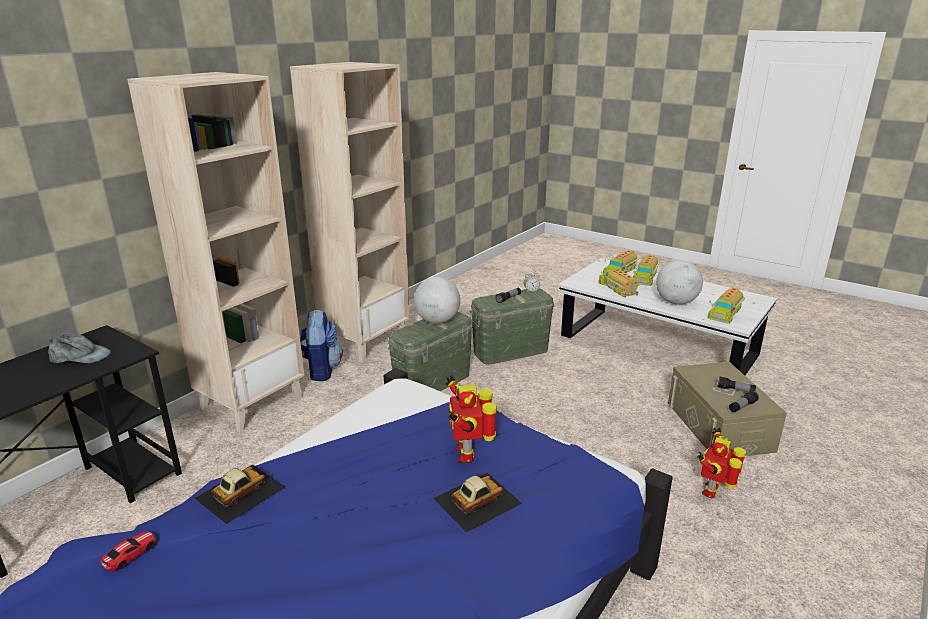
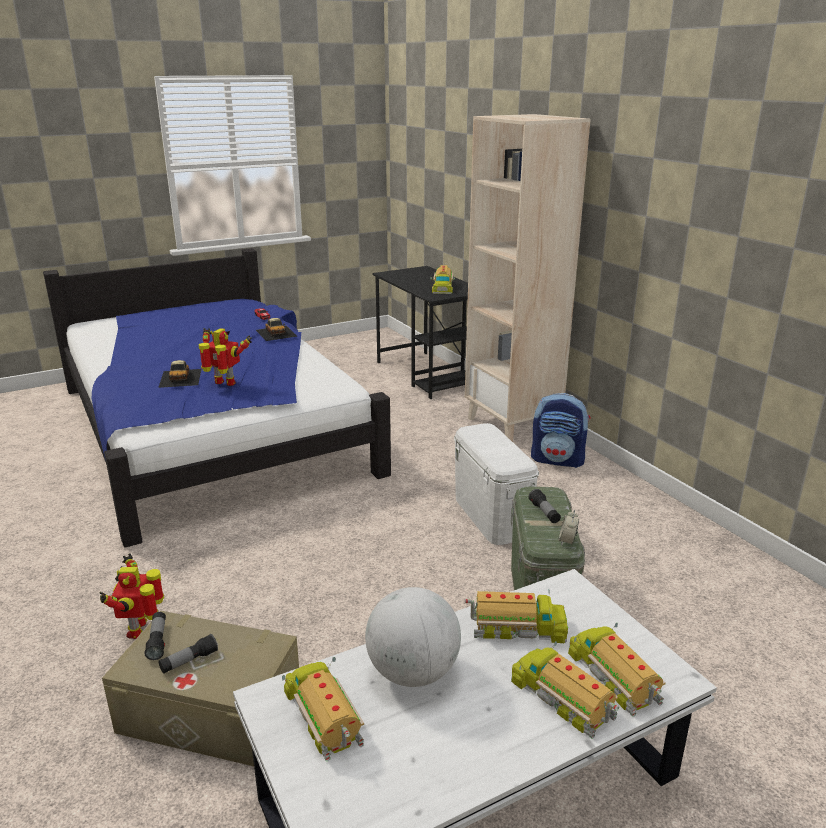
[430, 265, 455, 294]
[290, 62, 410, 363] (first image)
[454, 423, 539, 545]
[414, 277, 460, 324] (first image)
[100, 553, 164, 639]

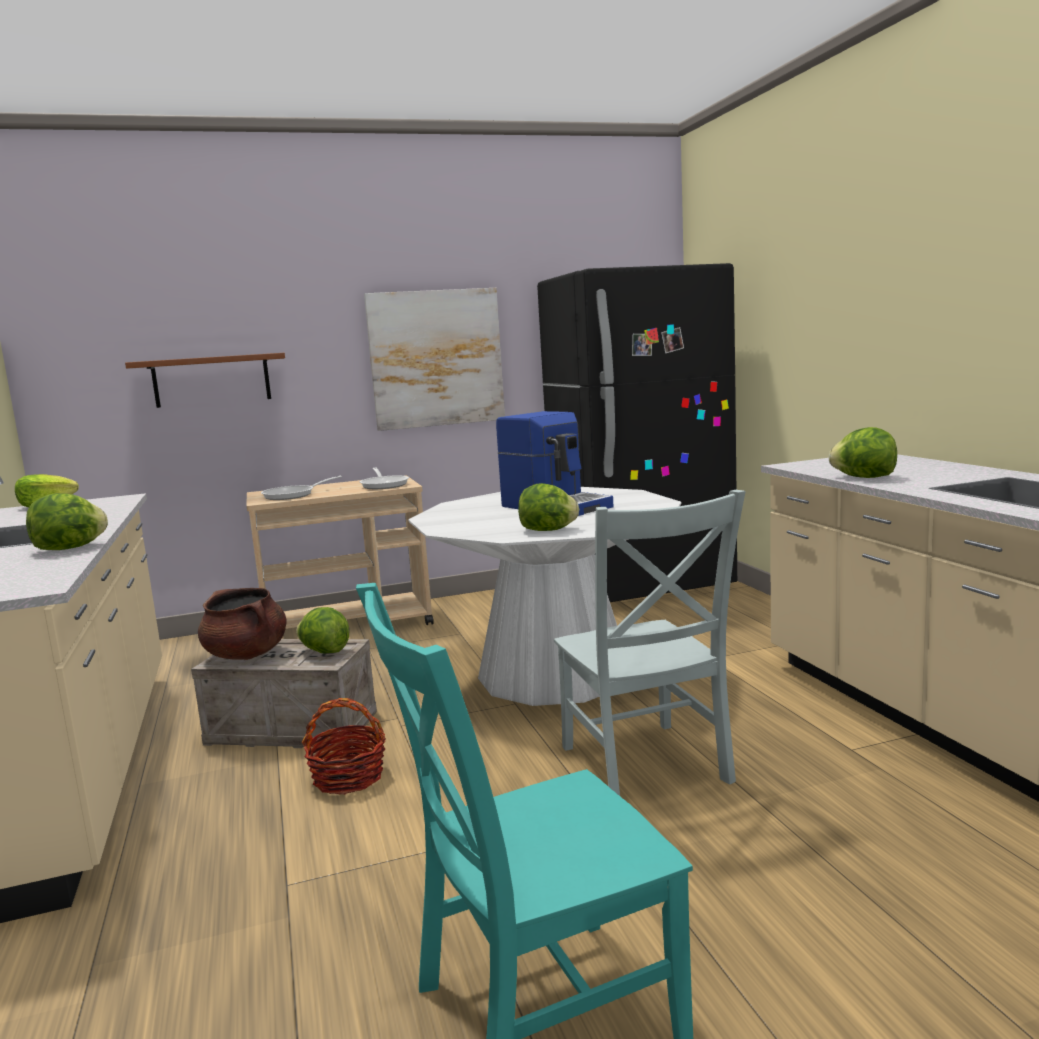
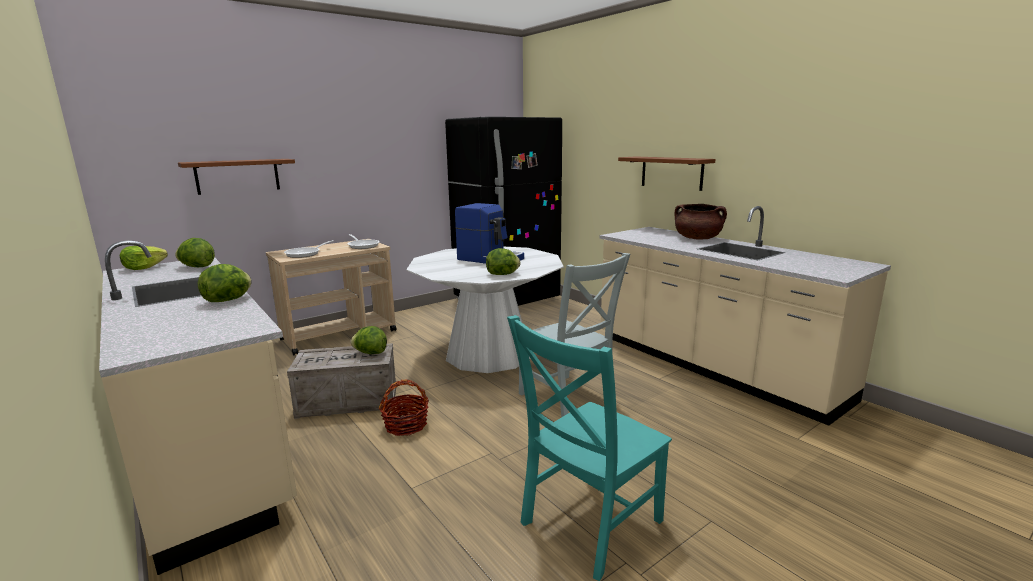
[675, 204, 727, 239]
[364, 288, 505, 431] (first image)
[175, 238, 215, 267]
[618, 156, 716, 191]

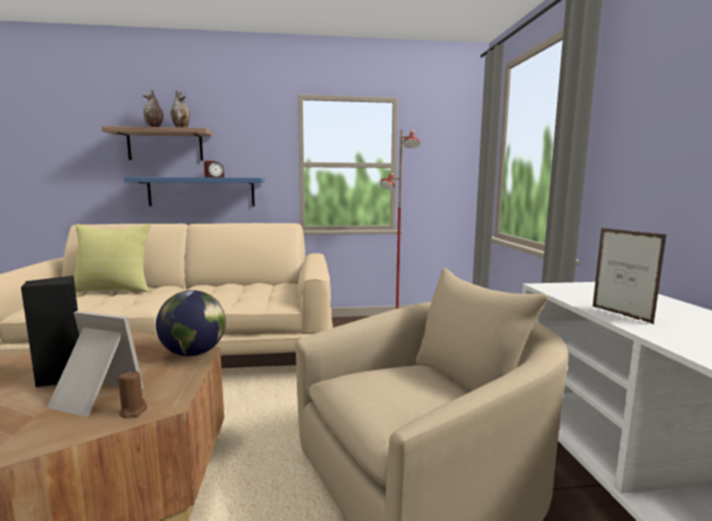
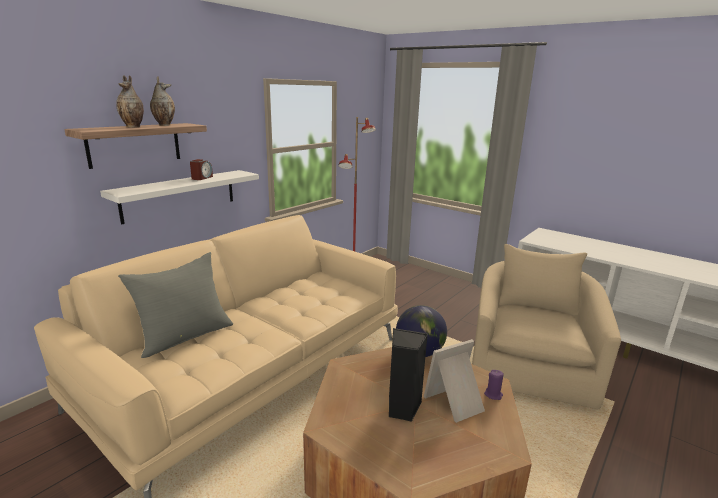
[118, 252, 233, 358]
[484, 370, 504, 400]
[100, 170, 259, 224]
[593, 228, 667, 324] (first image)

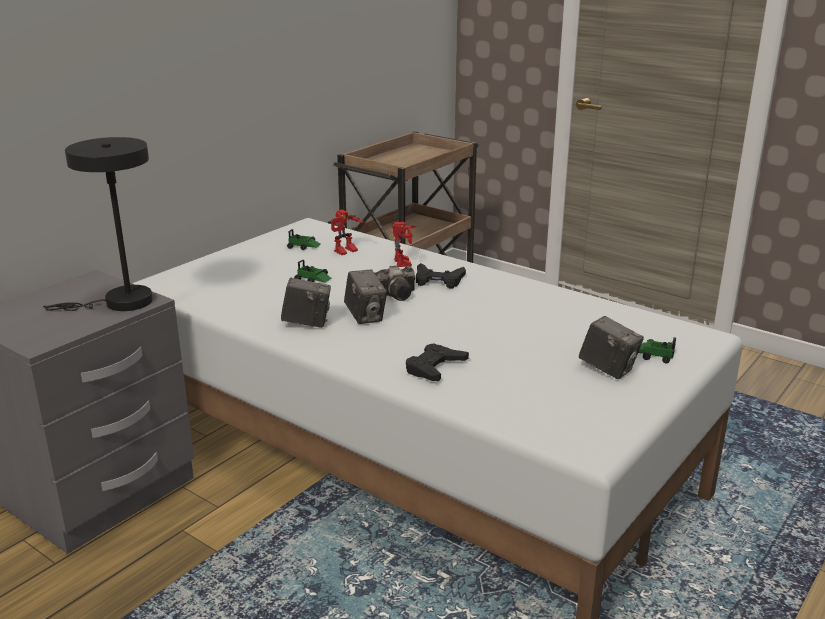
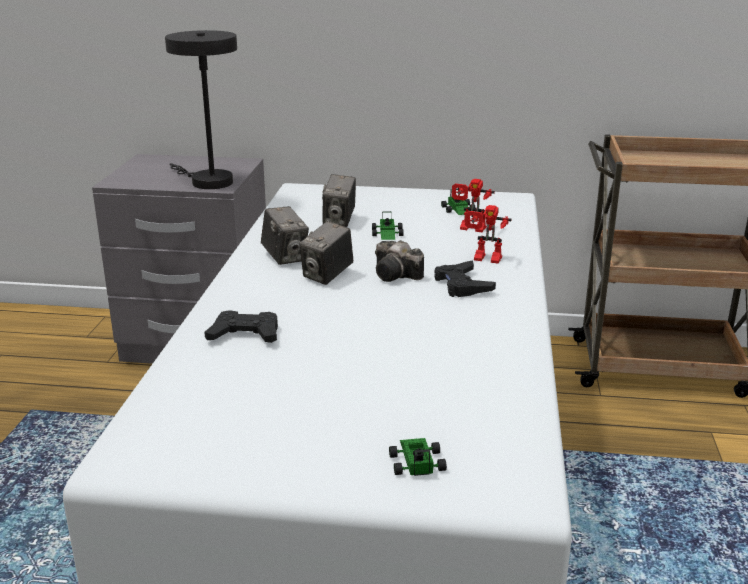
[465, 205, 512, 264]
[322, 174, 356, 227]

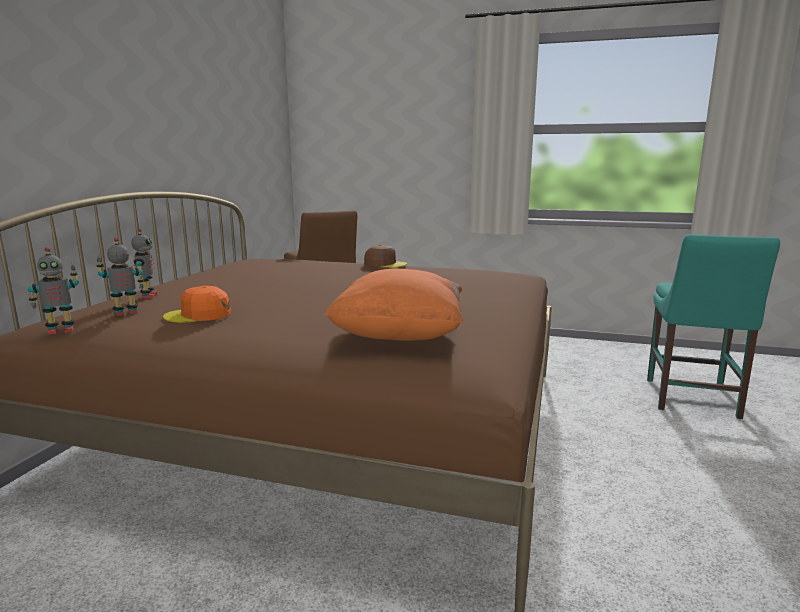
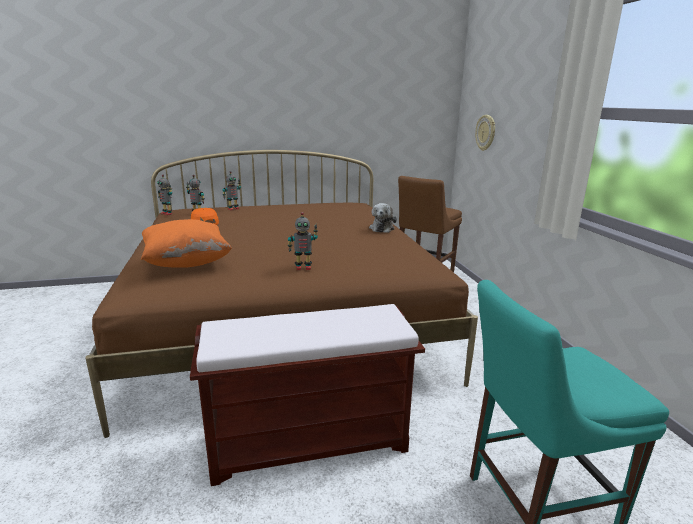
[369, 203, 397, 233]
[190, 304, 425, 486]
[288, 212, 318, 270]
[475, 115, 495, 151]

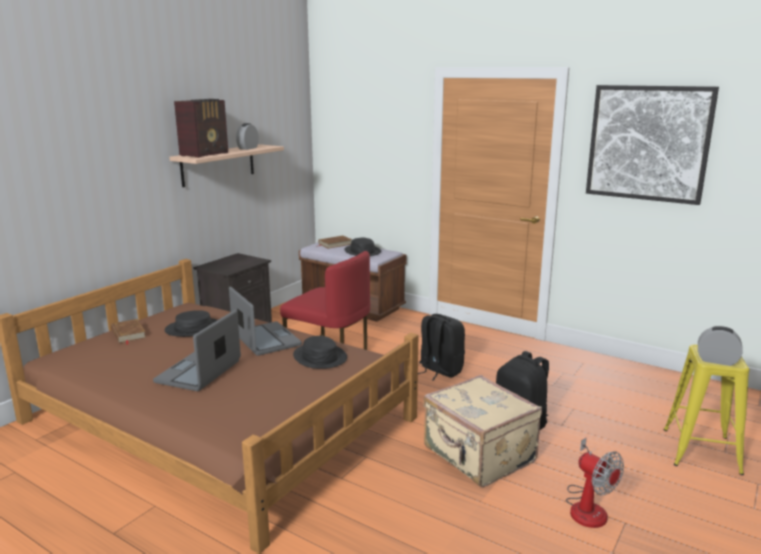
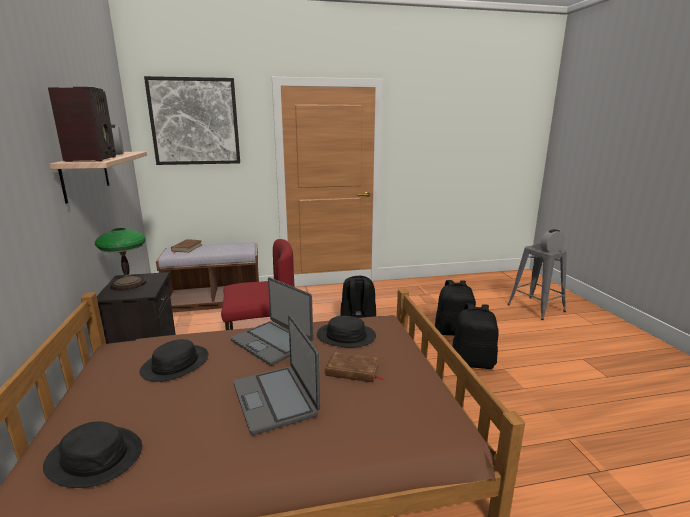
[326, 352, 383, 382]
[231, 277, 313, 366]
[43, 421, 142, 488]
[452, 303, 499, 369]
[566, 437, 624, 528] (first image)
[144, 76, 240, 165]
[507, 244, 567, 320]
[95, 228, 146, 291]

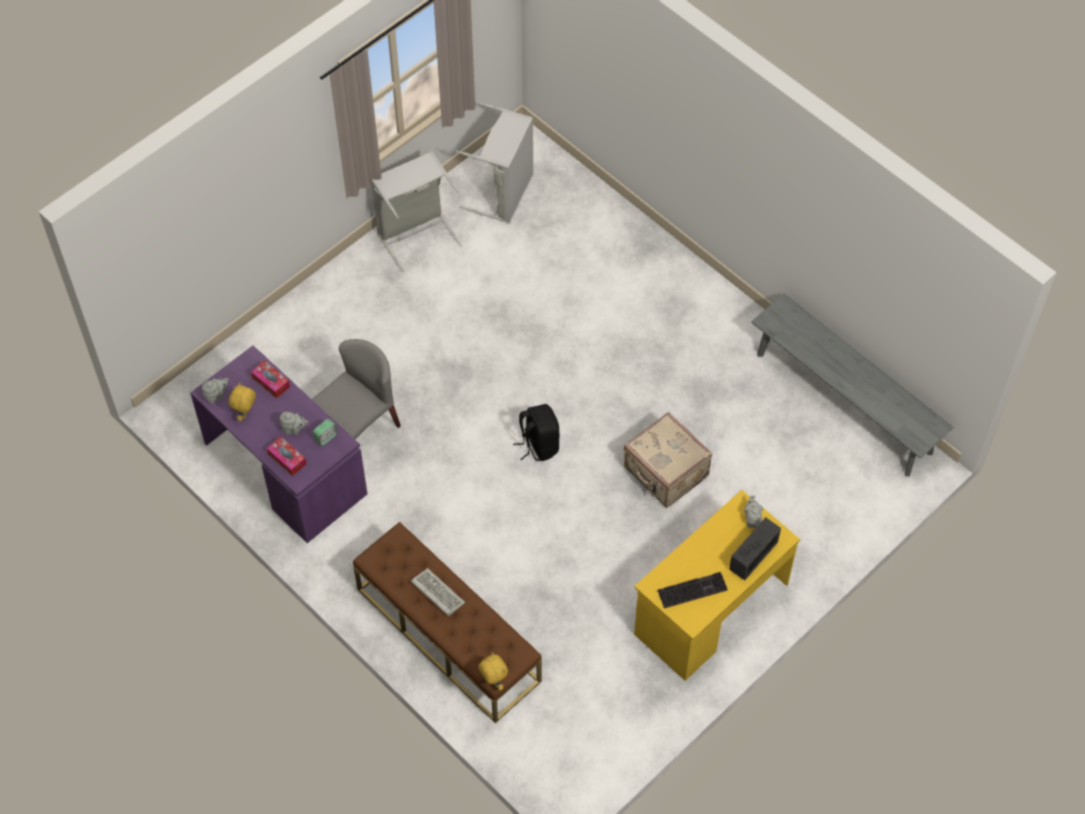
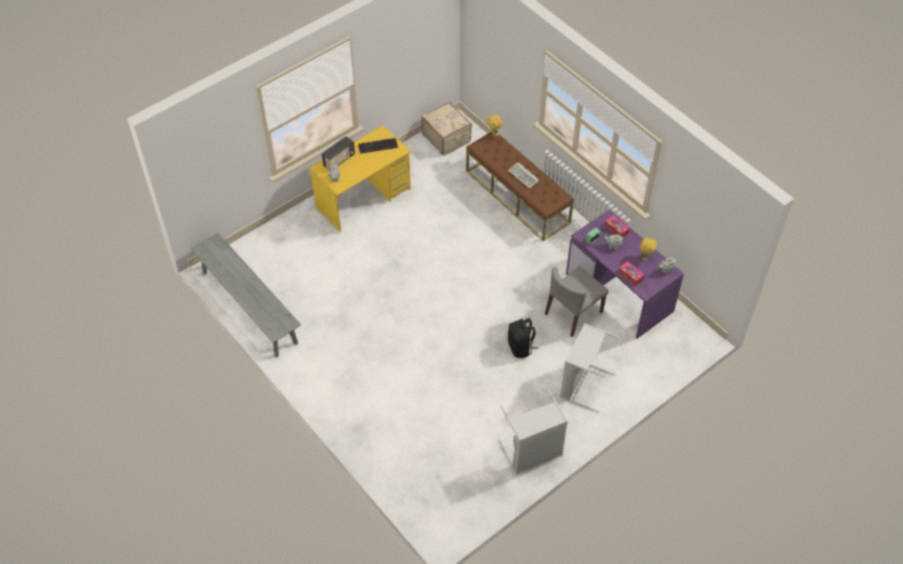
[560, 323, 623, 412]
[508, 318, 538, 358]
[422, 102, 472, 156]

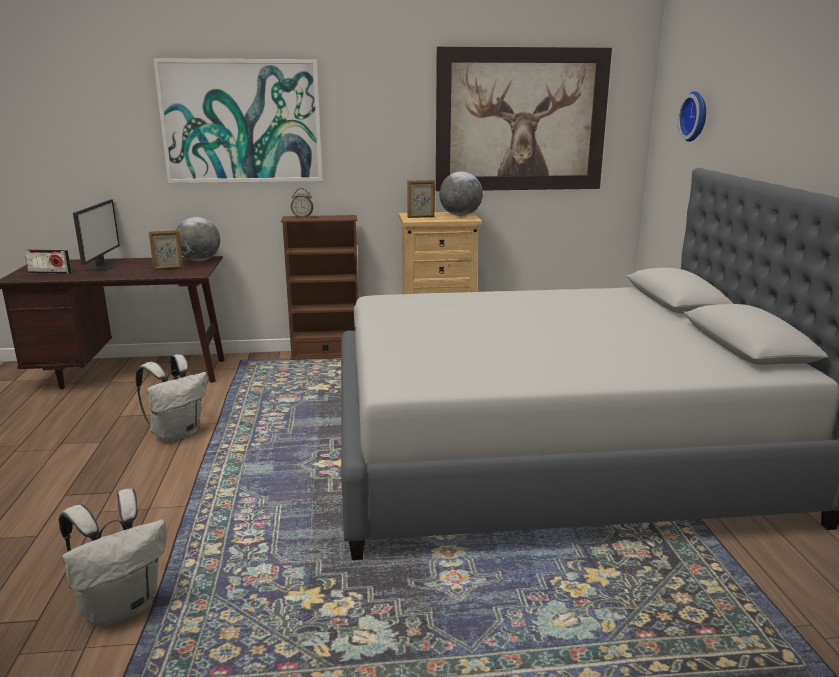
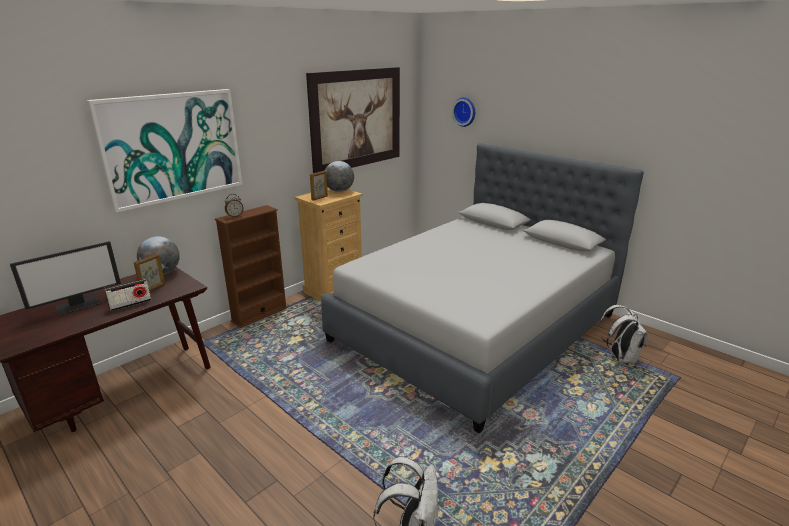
[105, 279, 151, 311]
[10, 241, 121, 315]
[599, 305, 647, 364]

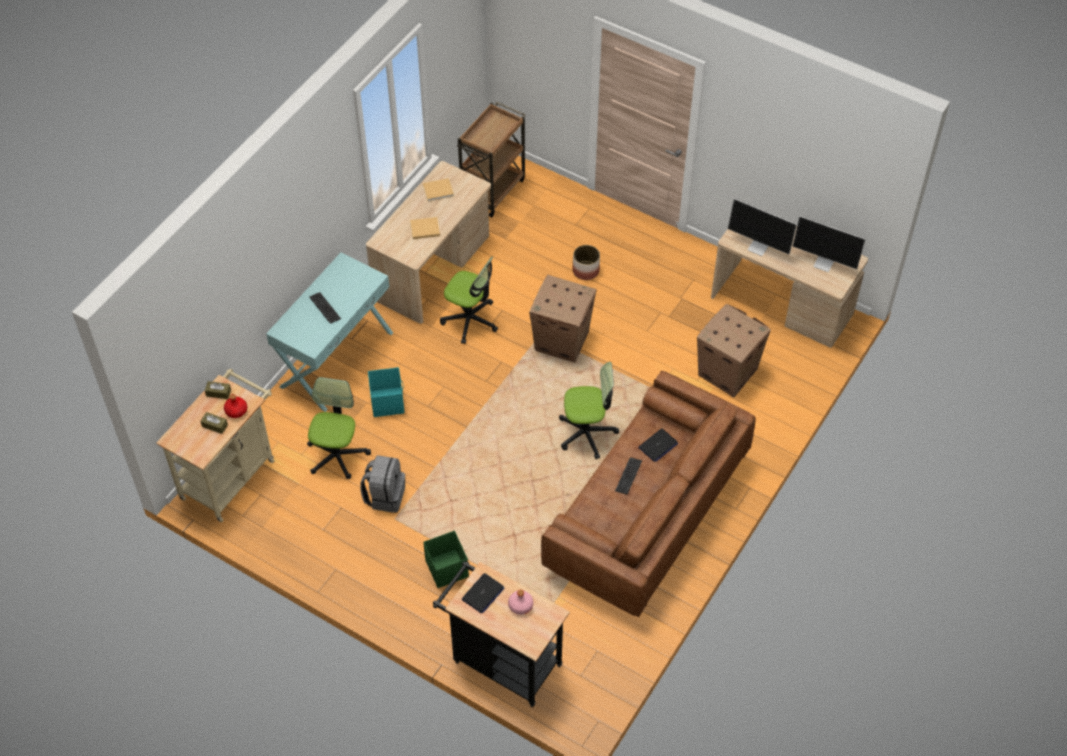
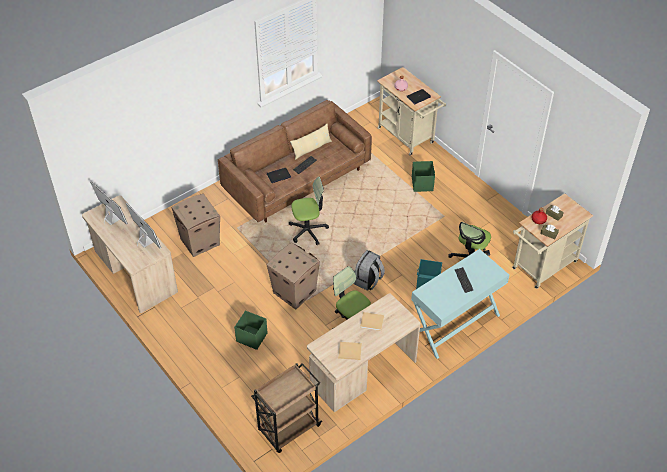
[354, 250, 385, 291]
[377, 67, 446, 156]
[289, 177, 329, 245]
[234, 310, 268, 350]
[290, 124, 332, 160]

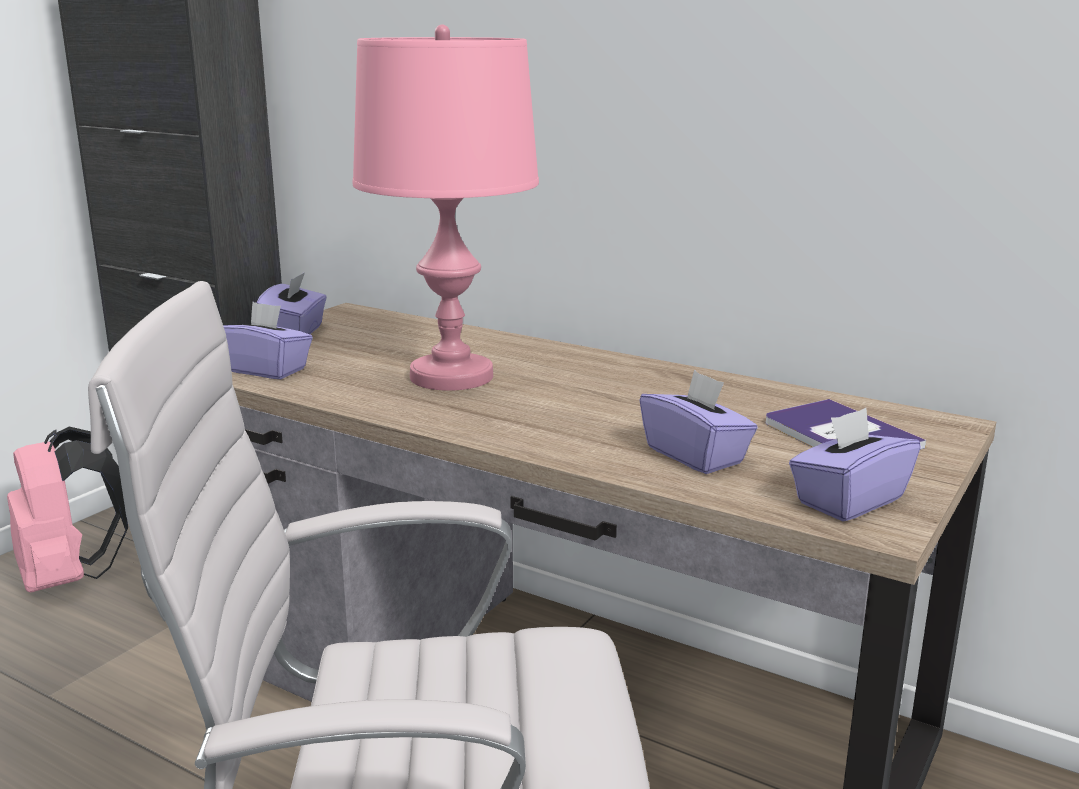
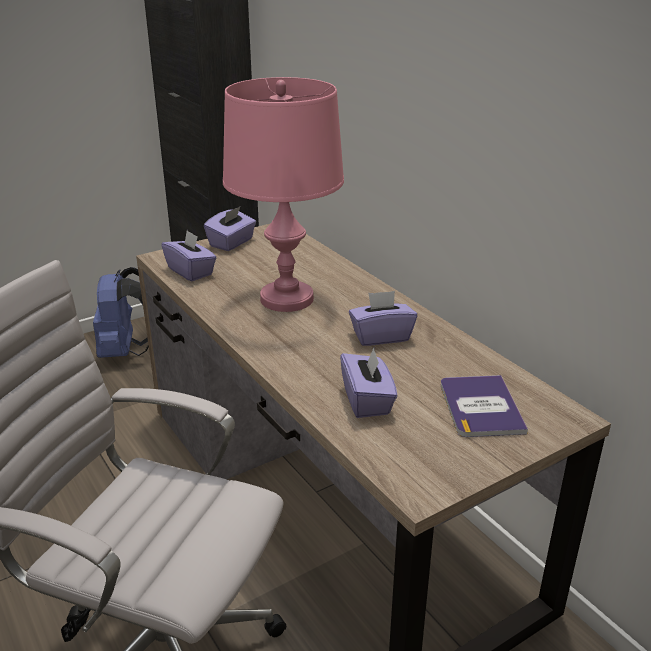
[93, 267, 149, 358]
[349, 291, 417, 346]

